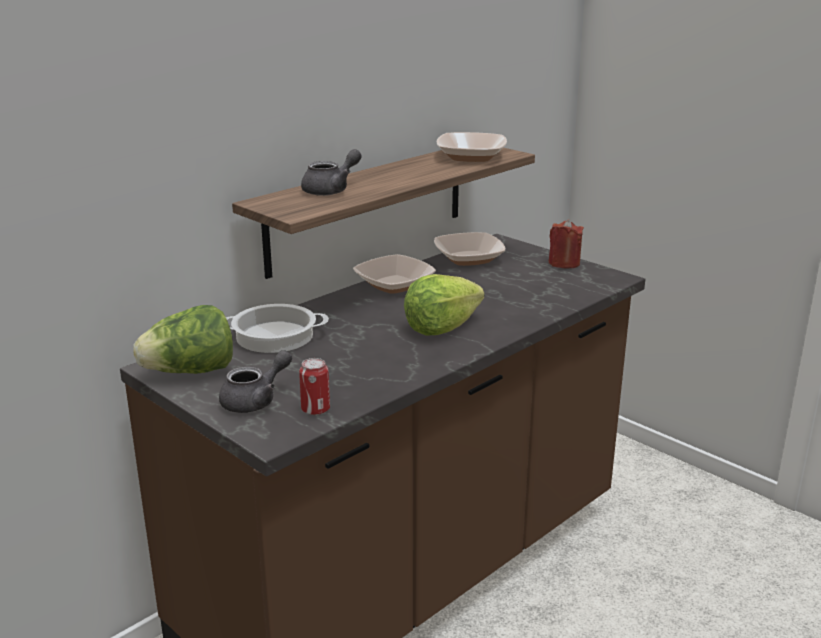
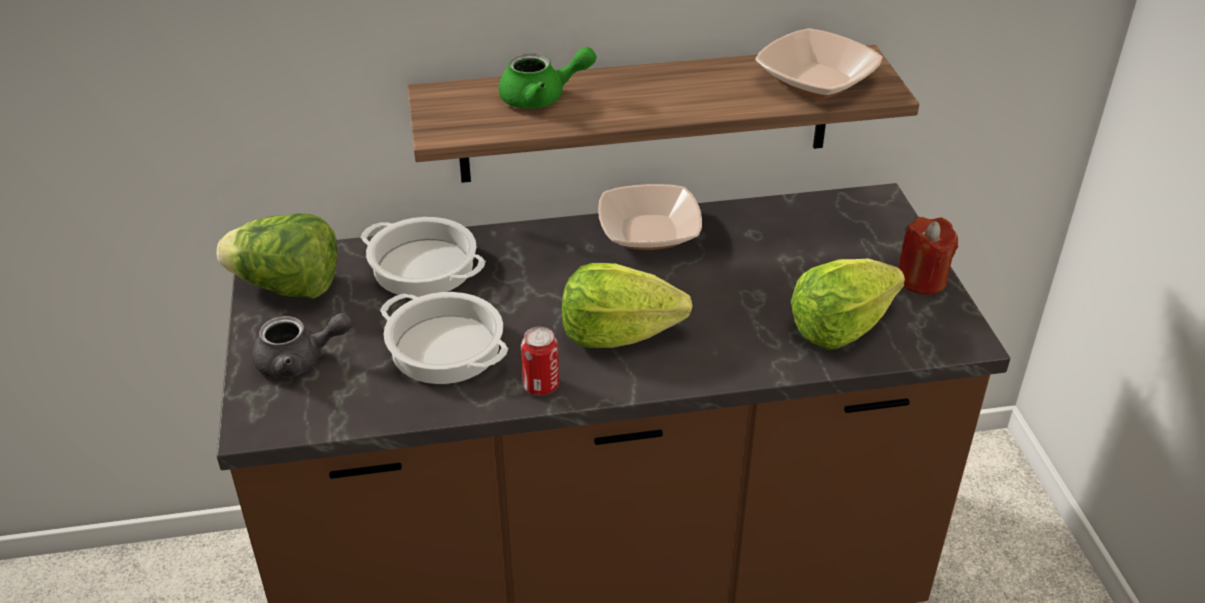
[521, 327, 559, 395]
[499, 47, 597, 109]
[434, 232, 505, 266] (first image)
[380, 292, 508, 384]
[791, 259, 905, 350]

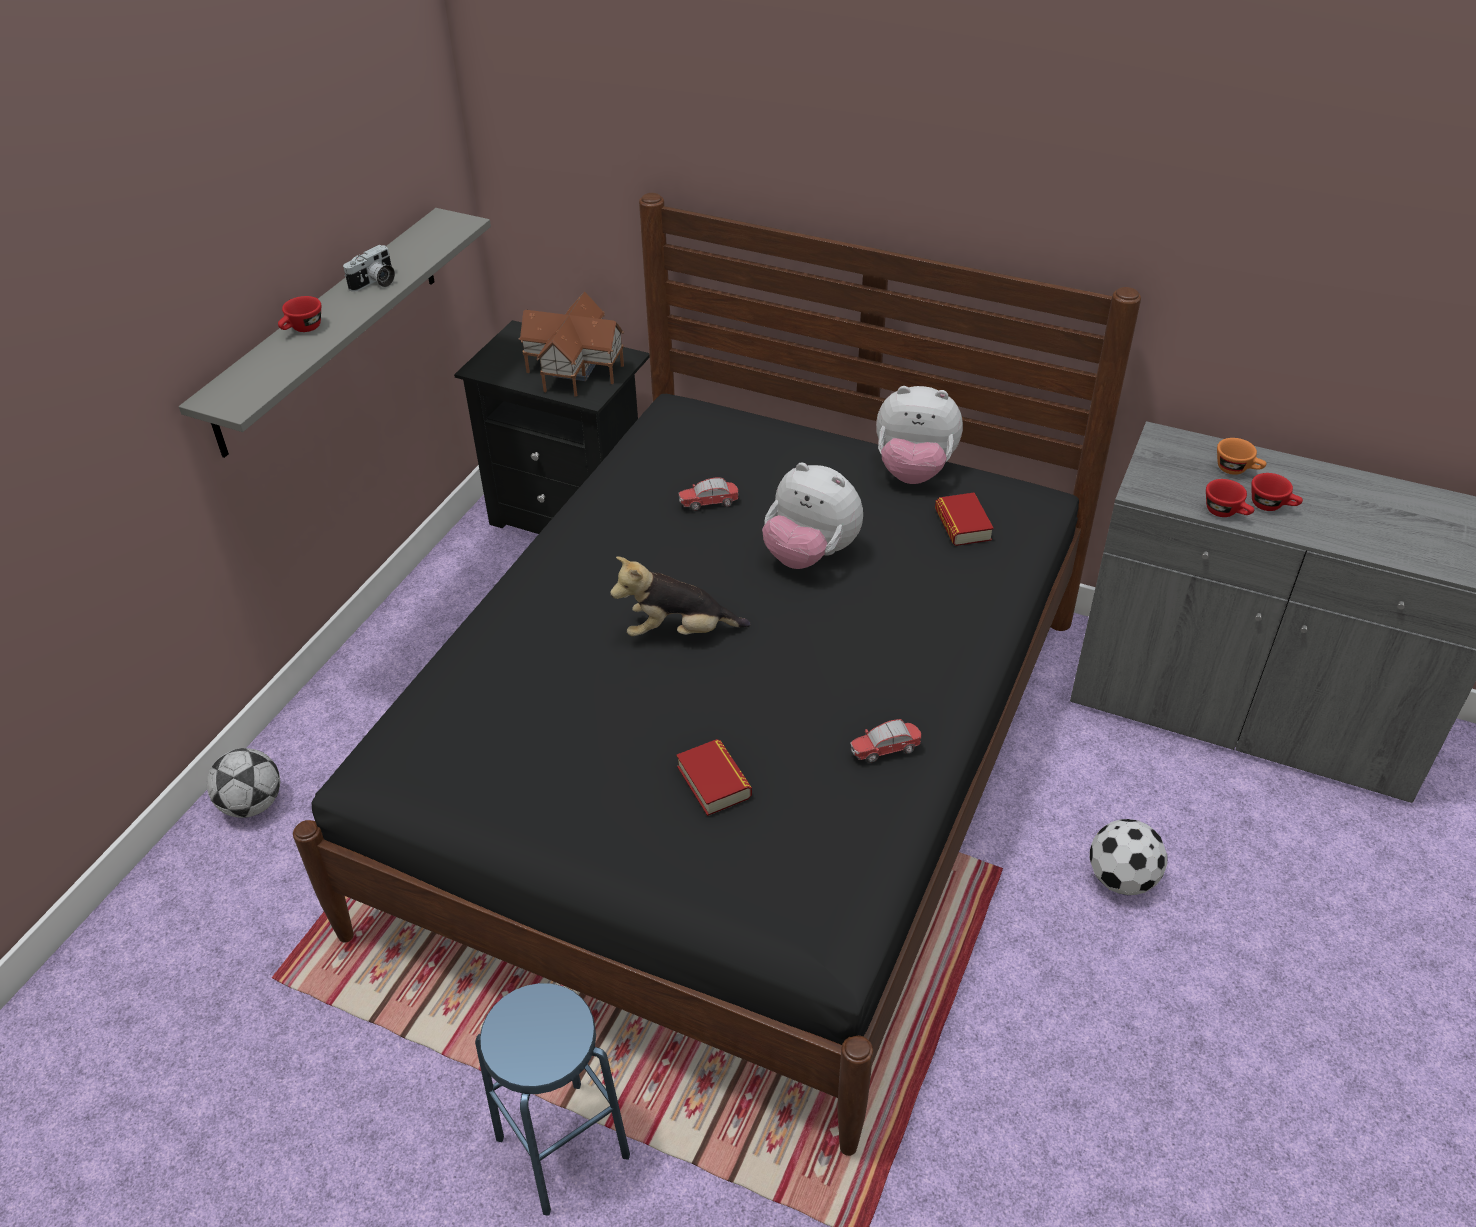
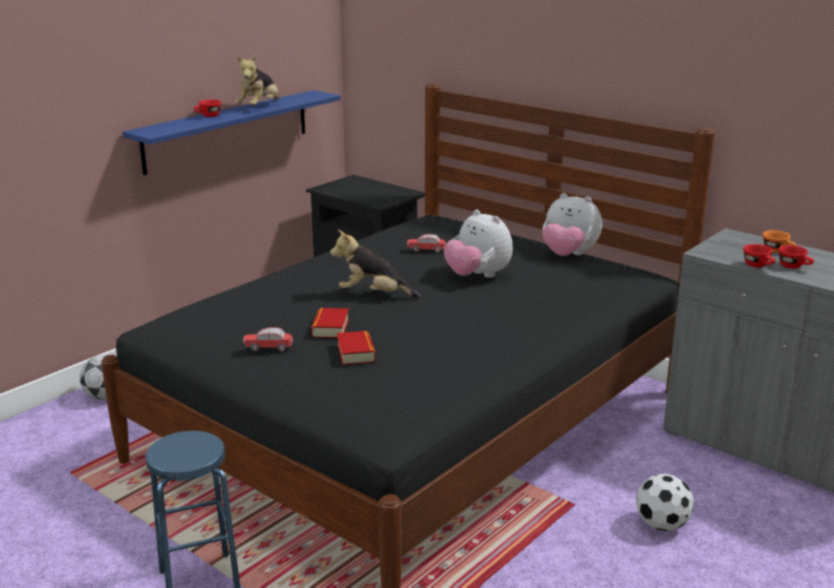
[123, 90, 341, 175]
[235, 55, 279, 106]
[518, 292, 624, 397] (first image)
[243, 327, 293, 352]
[311, 308, 349, 338]

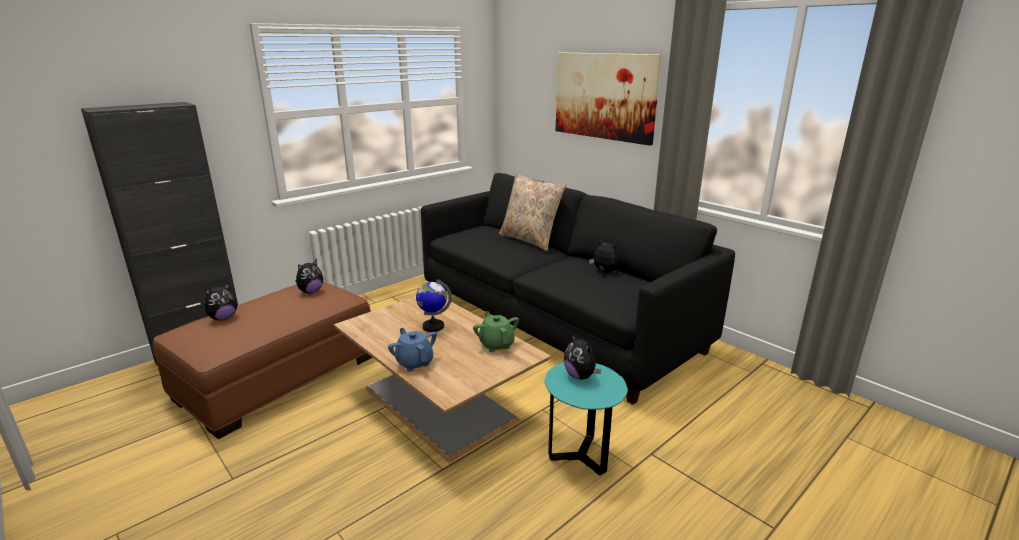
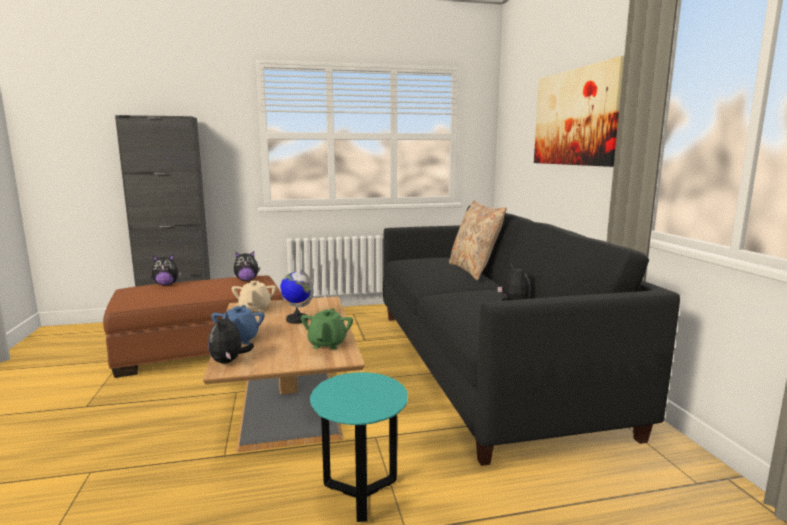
[208, 312, 254, 364]
[232, 281, 276, 312]

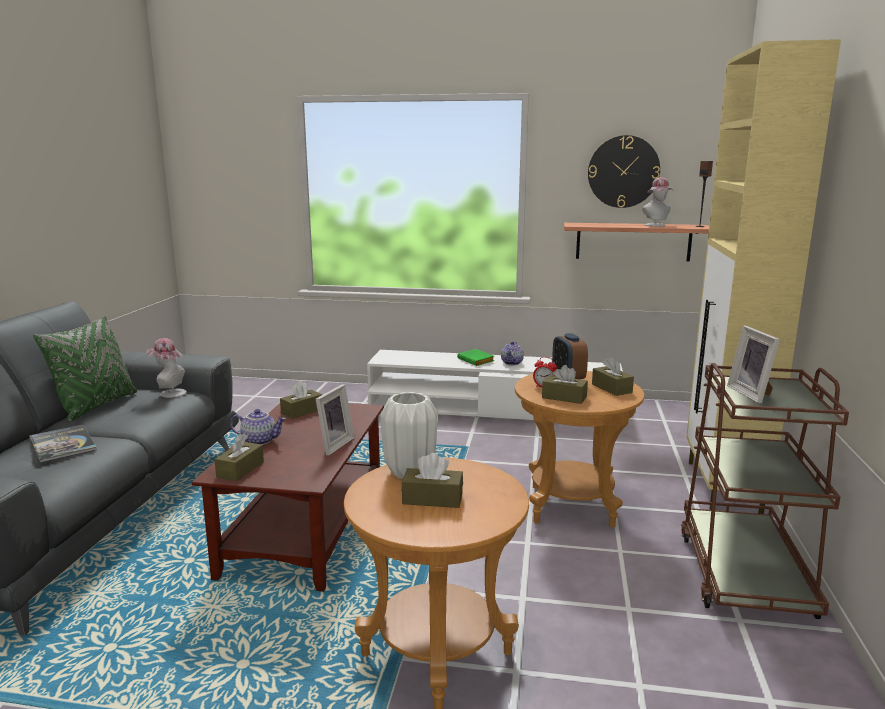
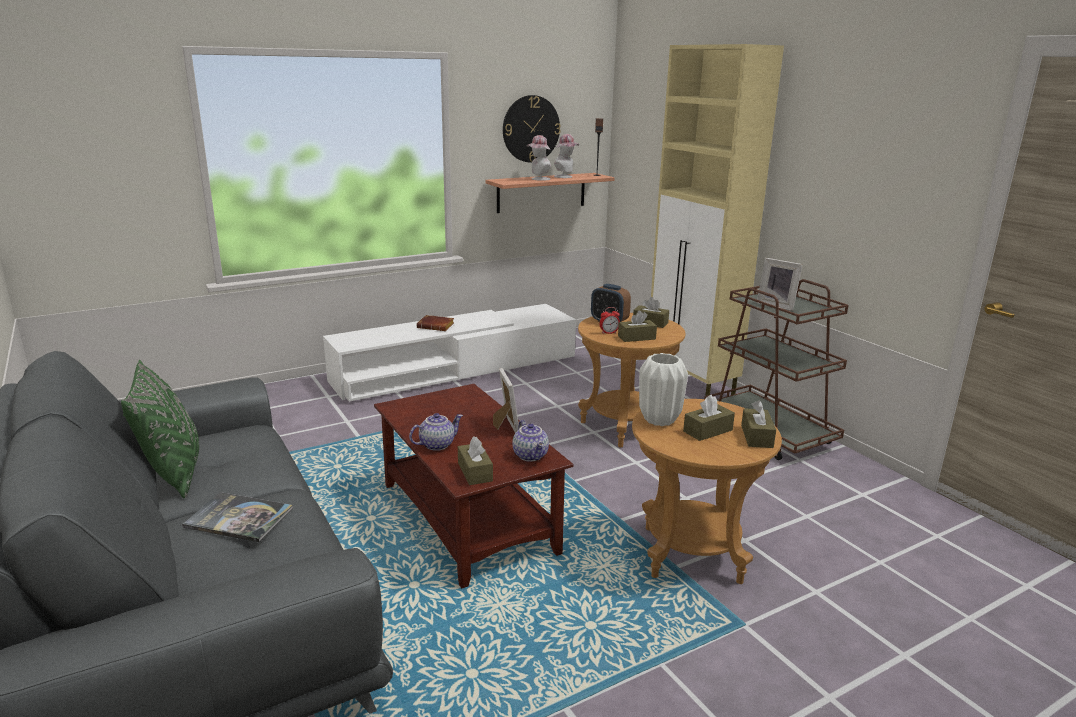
[527, 135, 551, 181]
[741, 400, 776, 448]
[417, 315, 454, 331]
[512, 420, 549, 462]

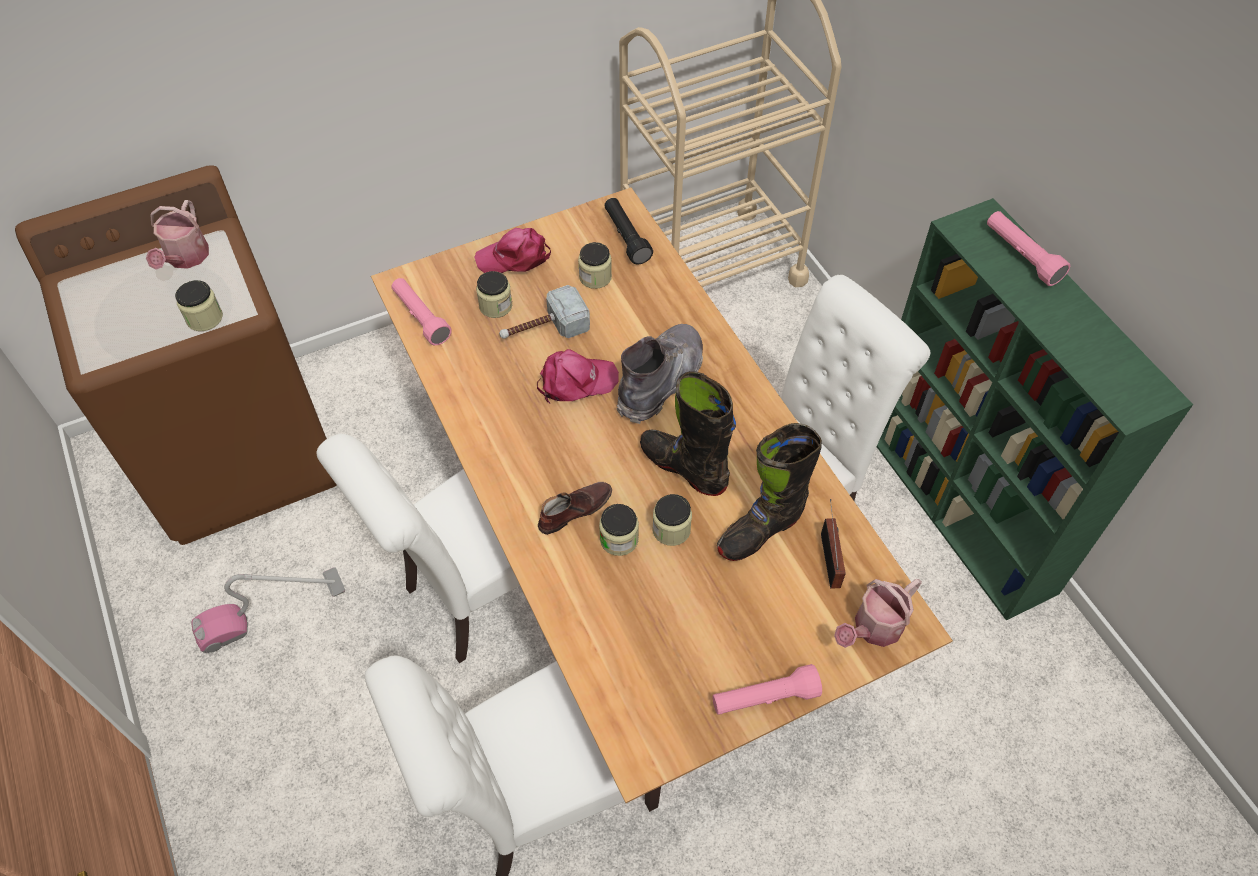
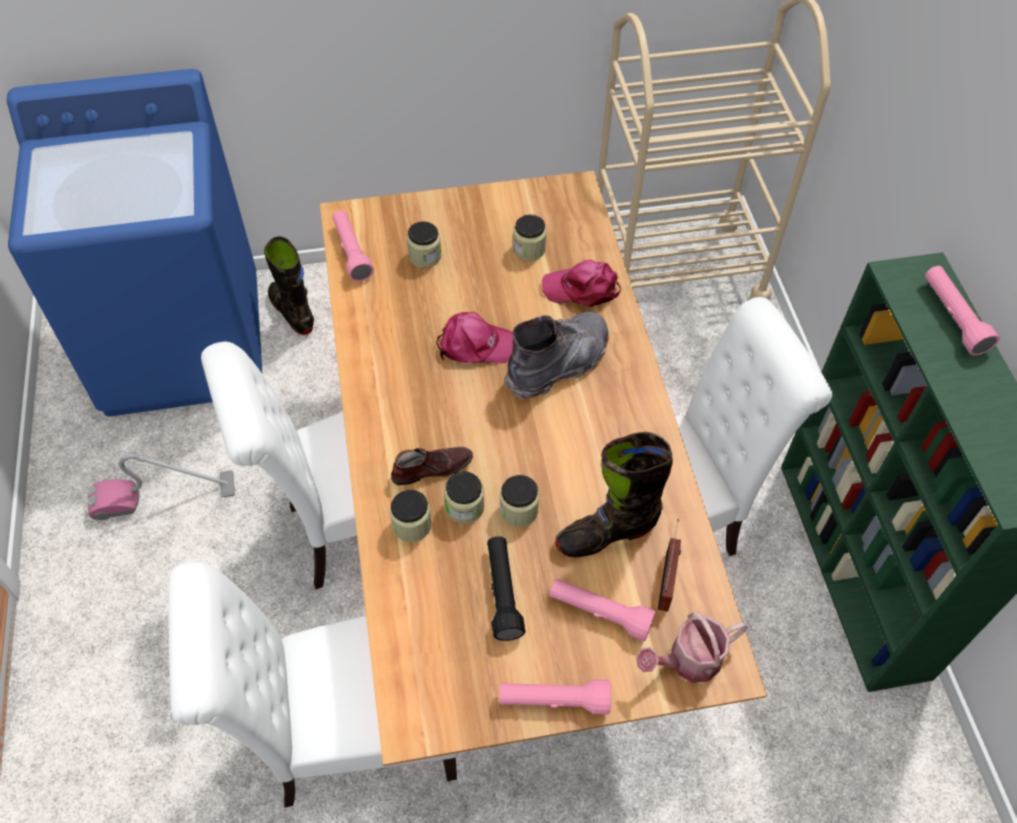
[7, 69, 263, 416]
[146, 200, 209, 270] (first image)
[390, 490, 431, 542]
[542, 259, 621, 307]
[499, 285, 590, 339] (first image)
[487, 536, 525, 641]
[264, 236, 314, 335]
[550, 578, 656, 641]

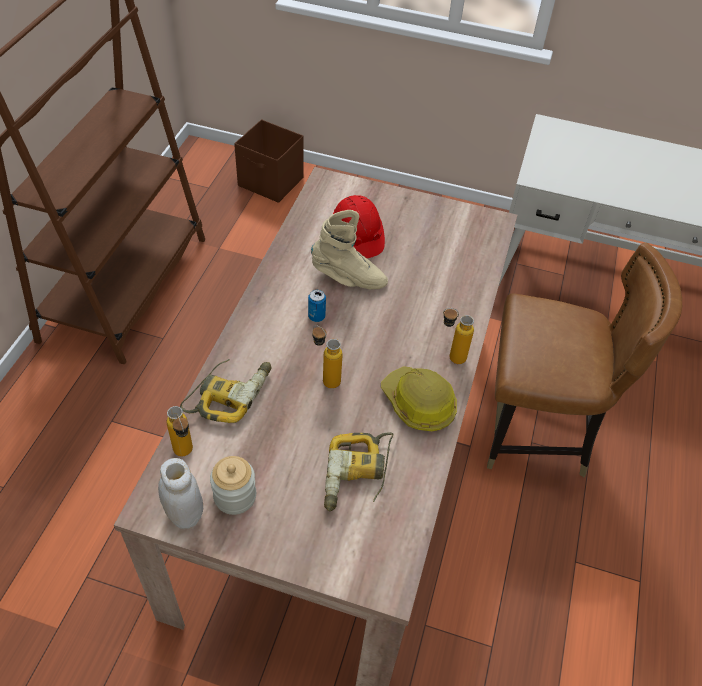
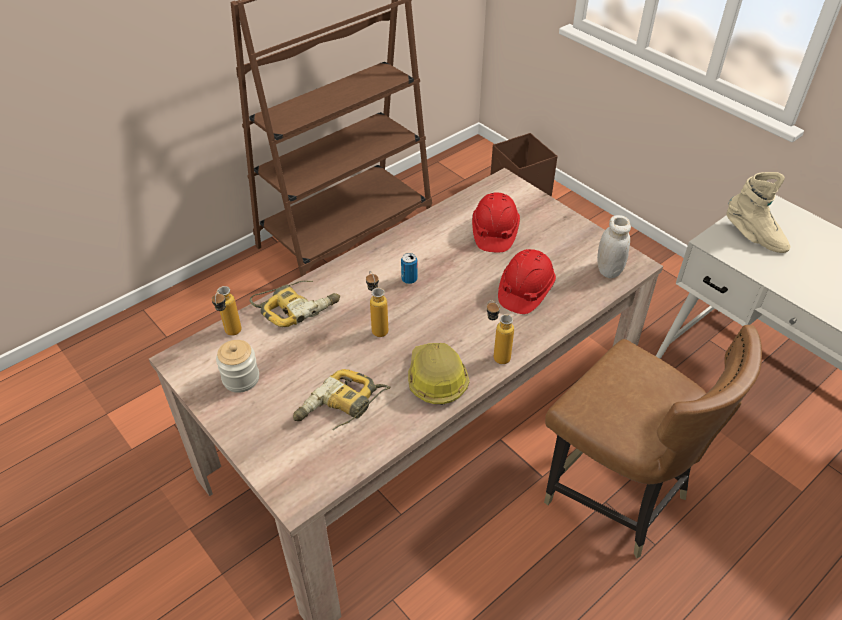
[597, 215, 631, 278]
[726, 172, 790, 253]
[498, 249, 556, 314]

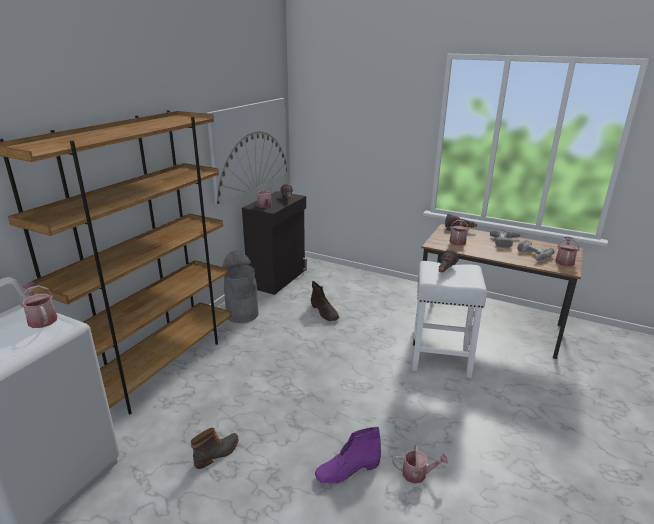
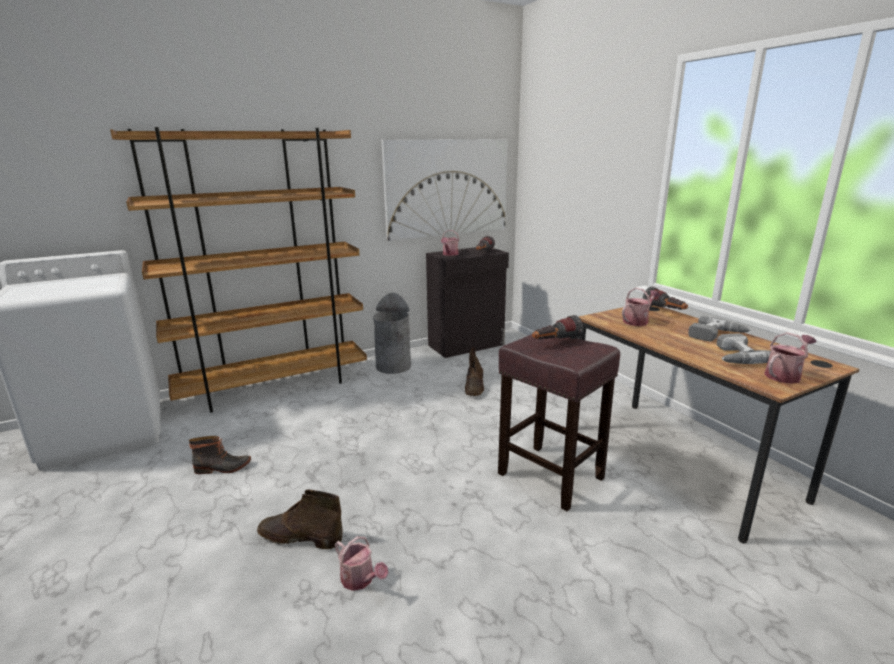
[20, 282, 57, 328] (first image)
[257, 490, 343, 549]
[498, 334, 620, 511]

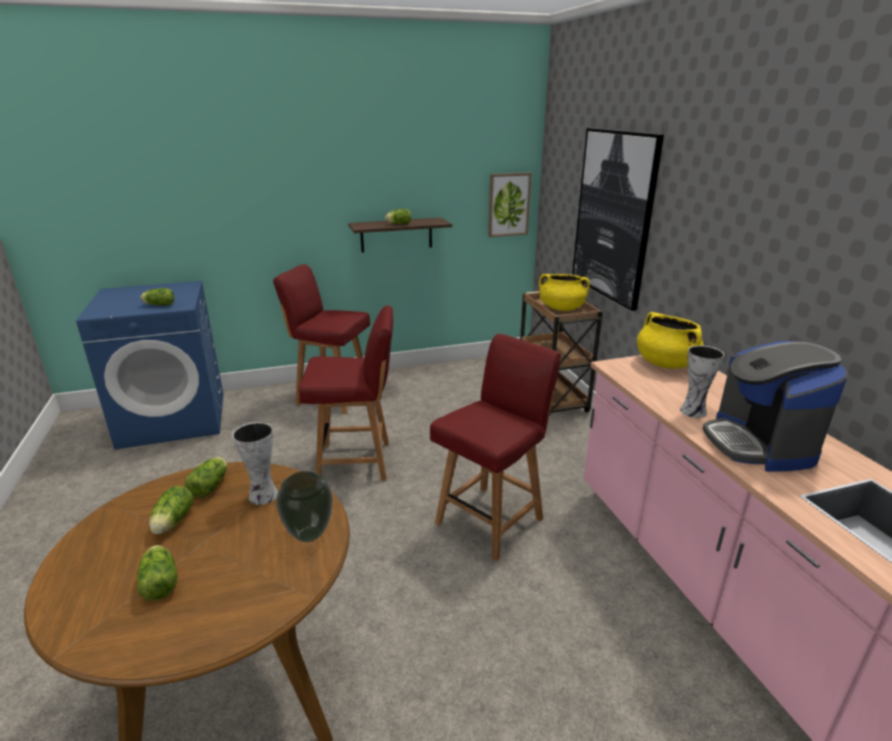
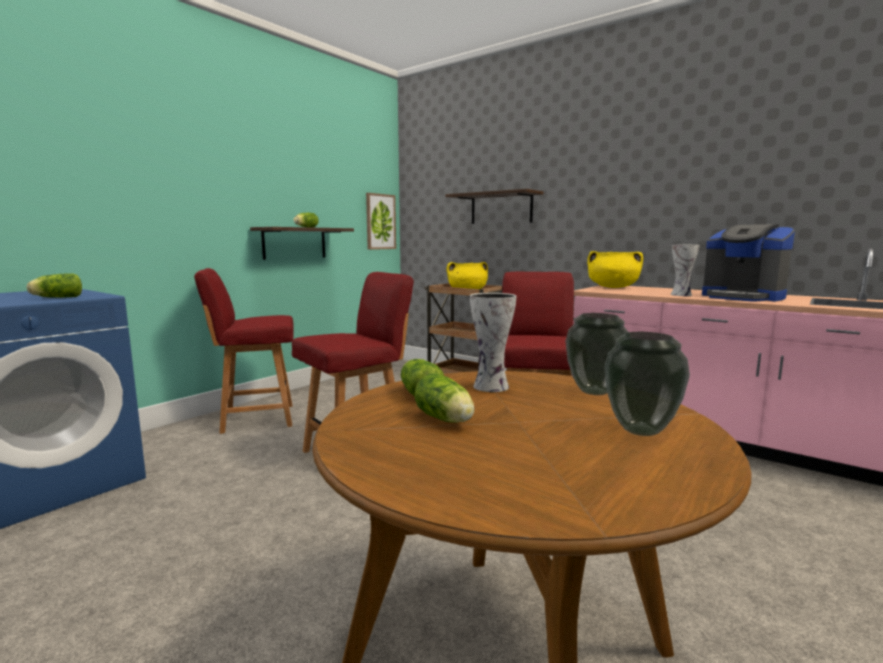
[137, 545, 178, 601] (first image)
[445, 189, 543, 224]
[604, 332, 690, 436]

